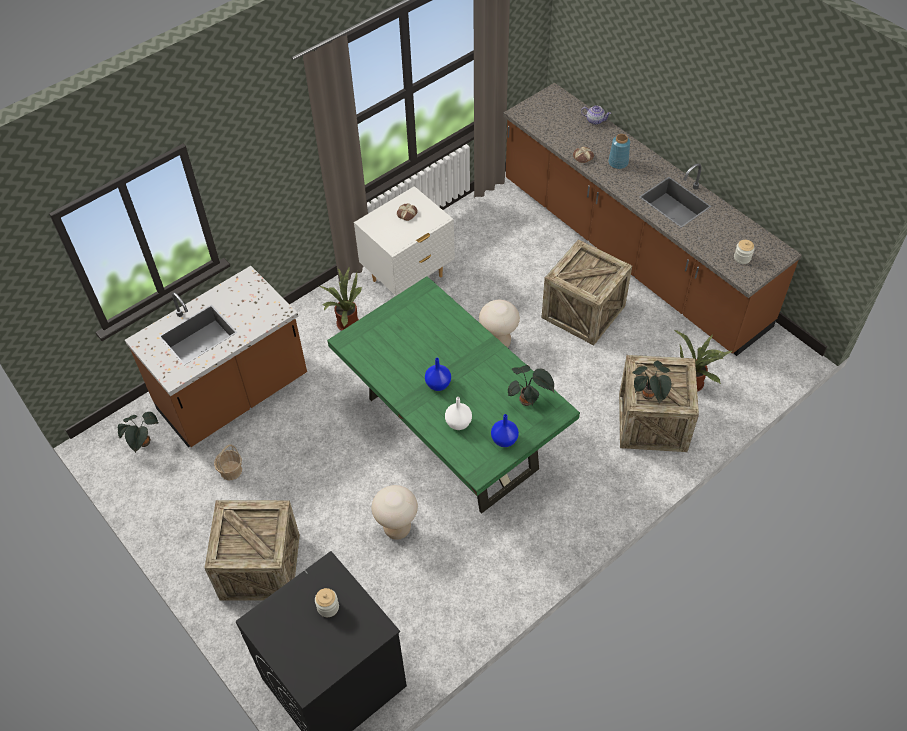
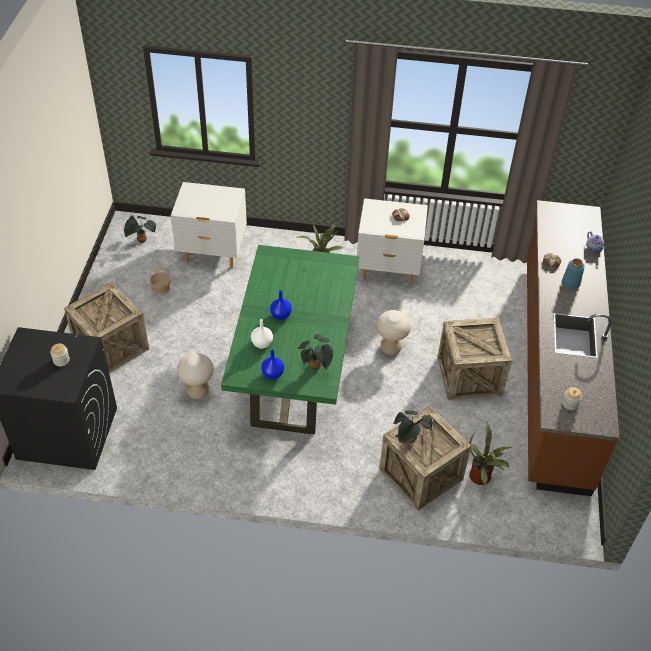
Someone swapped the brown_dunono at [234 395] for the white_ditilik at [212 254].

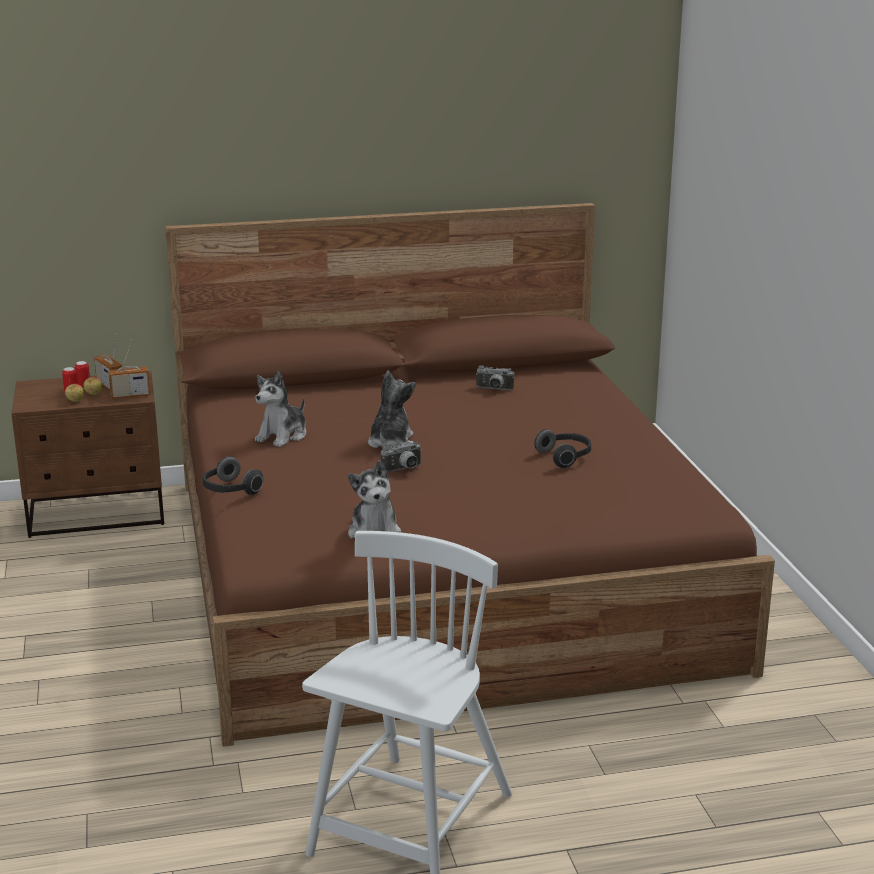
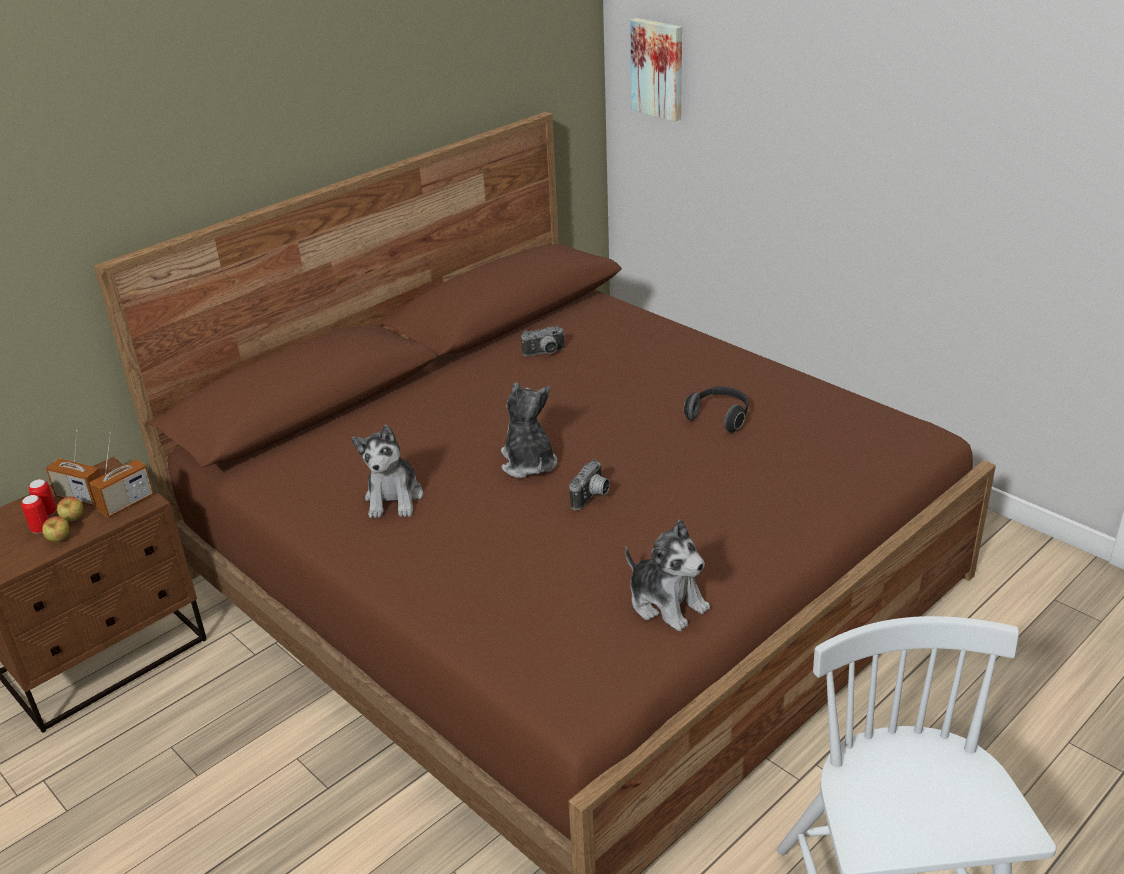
Someone put up the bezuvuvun at [658 68]. Someone took away the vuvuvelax at [230 491].

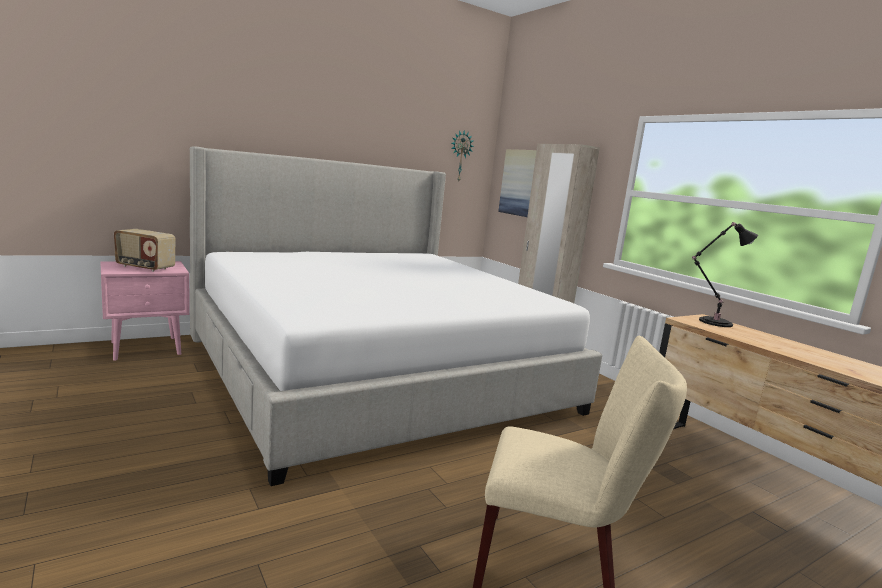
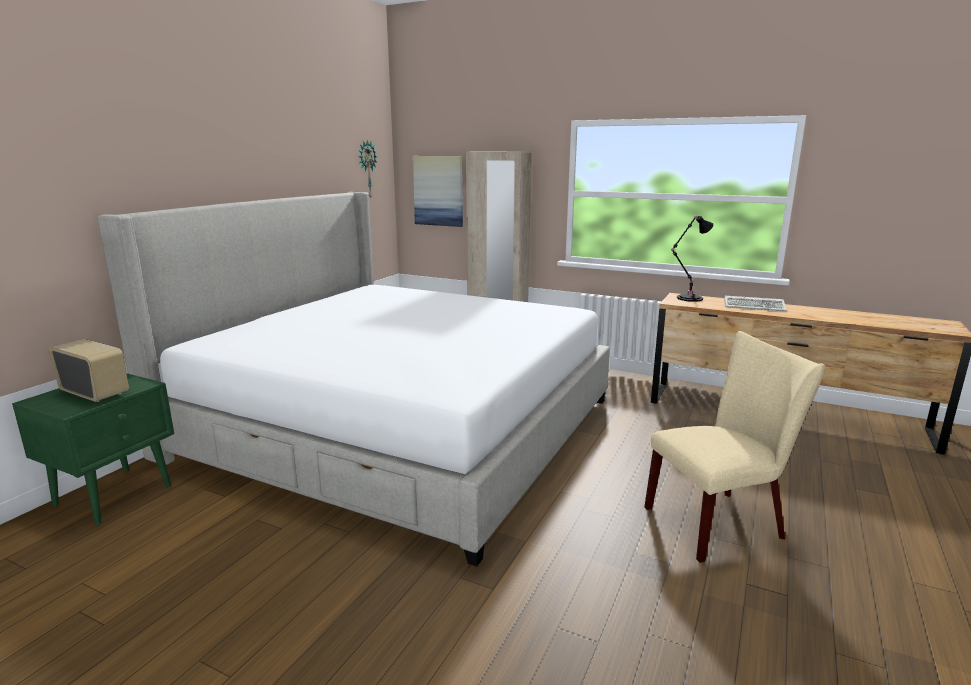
Someone repainted the pink_ditilik at [147 348], which became the green_ditilik at [115 494]. Someone rotated the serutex at [144 267] by 135 degrees counterclockwise. Someone put down the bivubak at [755 306].

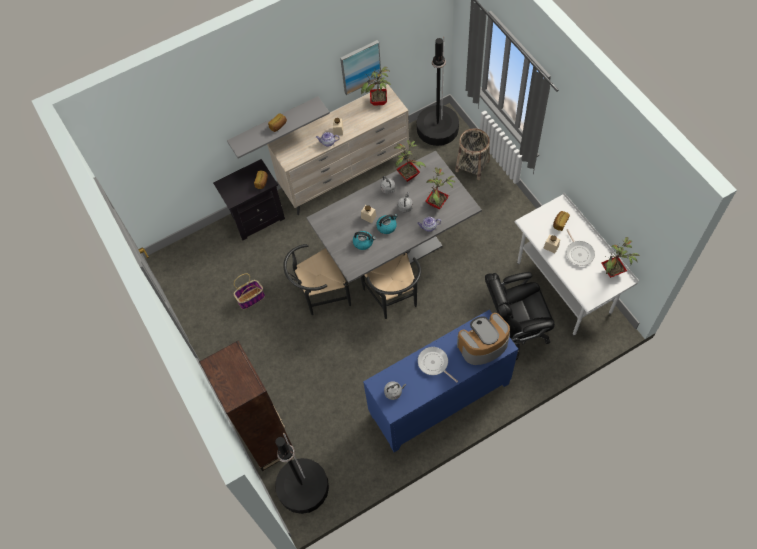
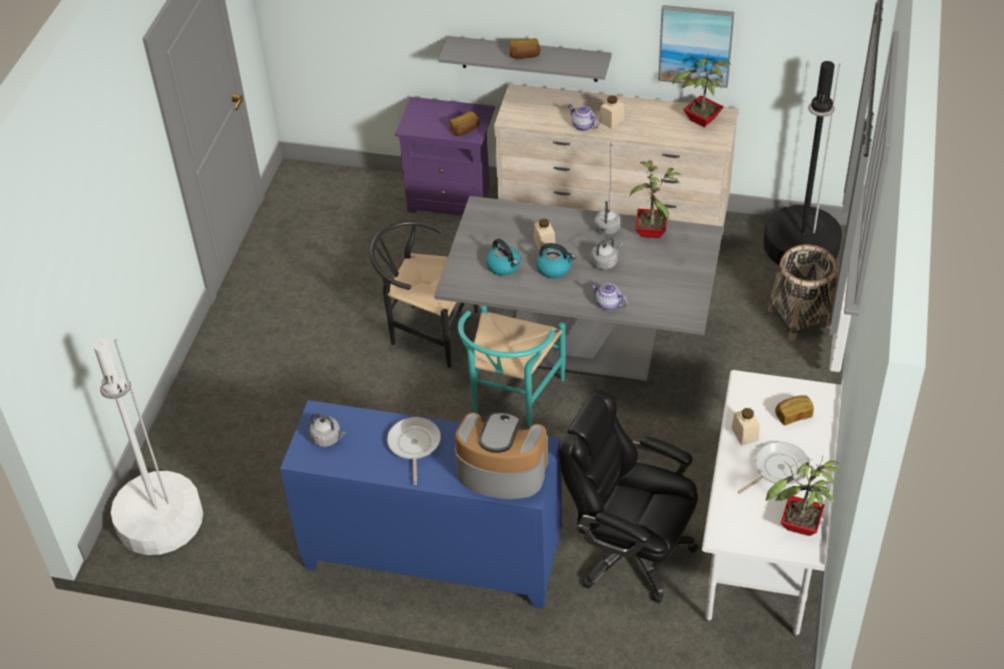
Someone repainted the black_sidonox at [303 487], which became the white_sidonox at [159 520]. Someone repainted the black_ditilik at [257 217], which became the purple_ditilik at [452 199]. Someone repainted the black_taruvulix at [394 299], which became the turquoise_taruvulix at [511 399]. Someone rotated the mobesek at [579 253] by 150 degrees counterclockwise. Someone took away the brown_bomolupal at [266 439]. Someone took away the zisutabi at [251 298]. Someone took away the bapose at [437 204].

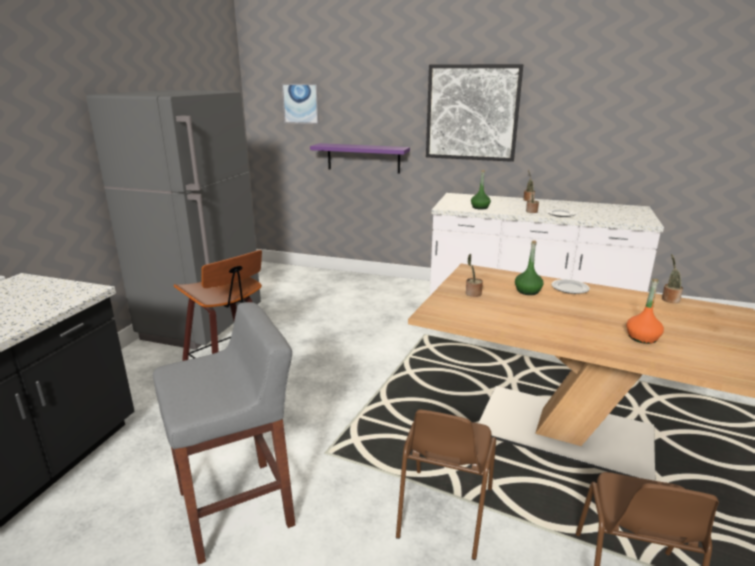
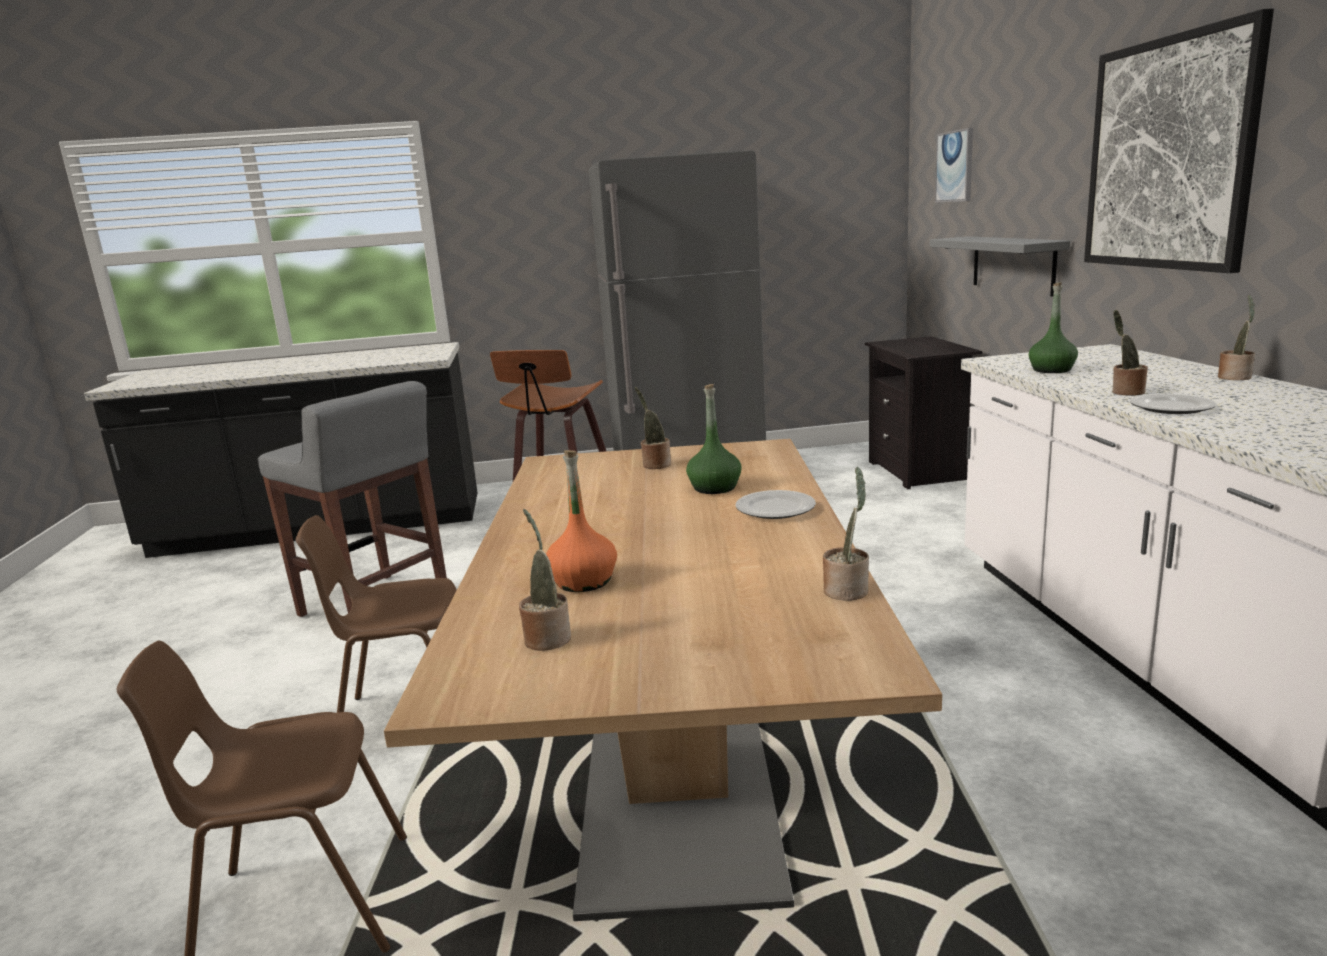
Someone put down the bapose at [547 637]. Someone put down the black_ditilik at [918 471]. Someone repainted the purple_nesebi at [363 158], which became the grey_nesebi at [1012 264].

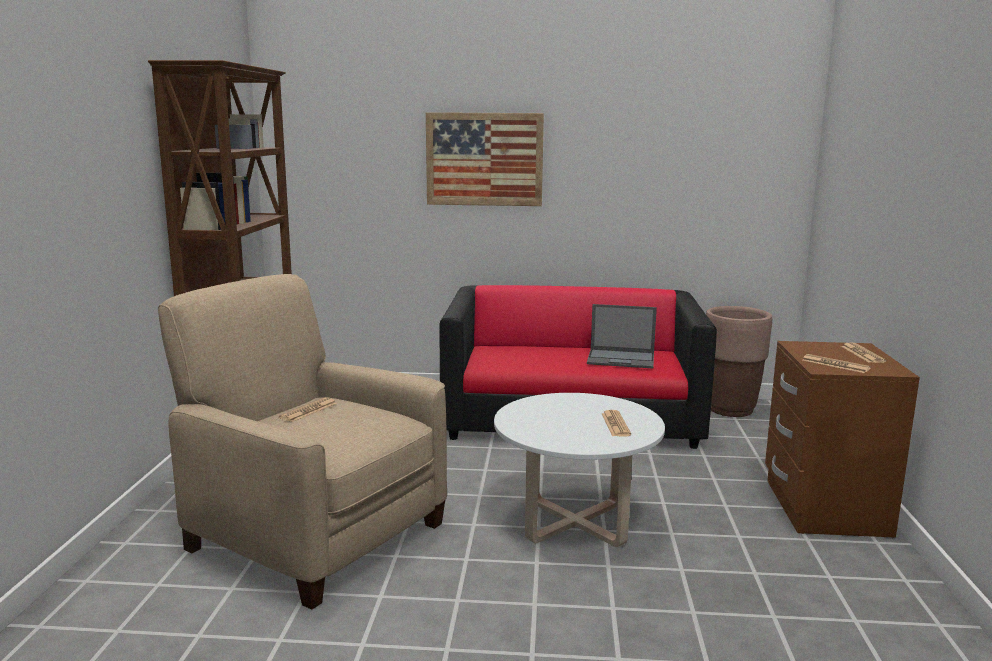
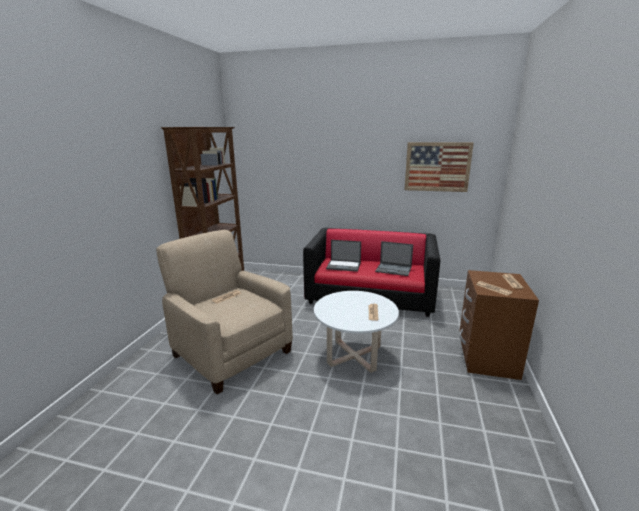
Someone put down the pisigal at [344 266]. Someone carried the bezuvuvun from [484 159] to [437 167]. Someone took away the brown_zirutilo at [730 409].

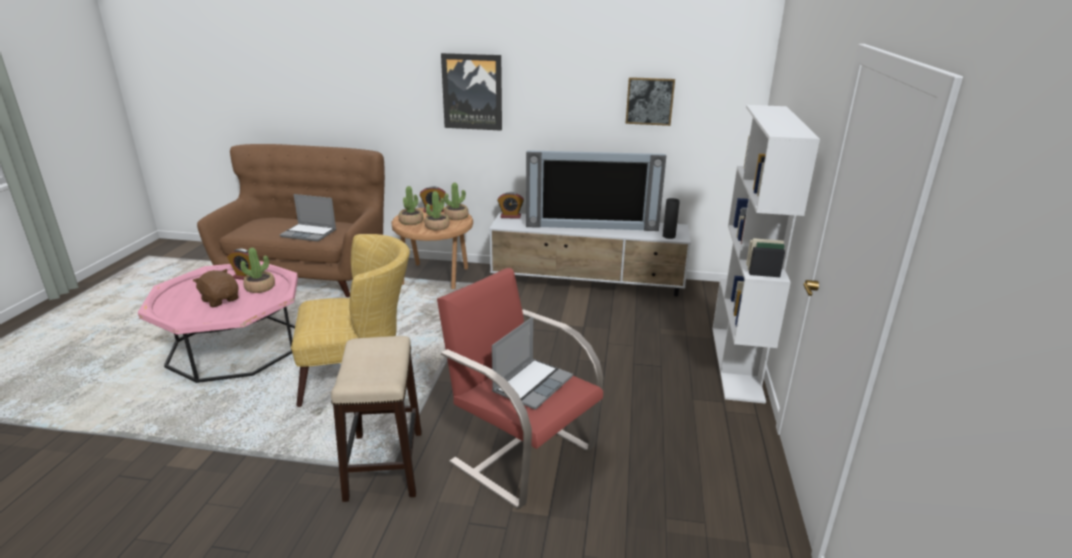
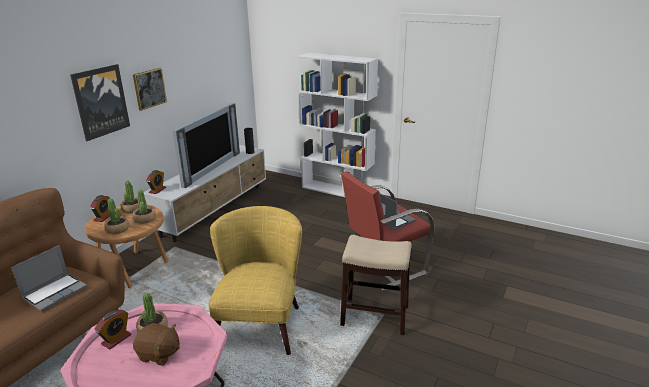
Someone carried the bezuvuvun from [649 101] to [149 88]. Someone rotated the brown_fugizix at [221 300] by 135 degrees counterclockwise.

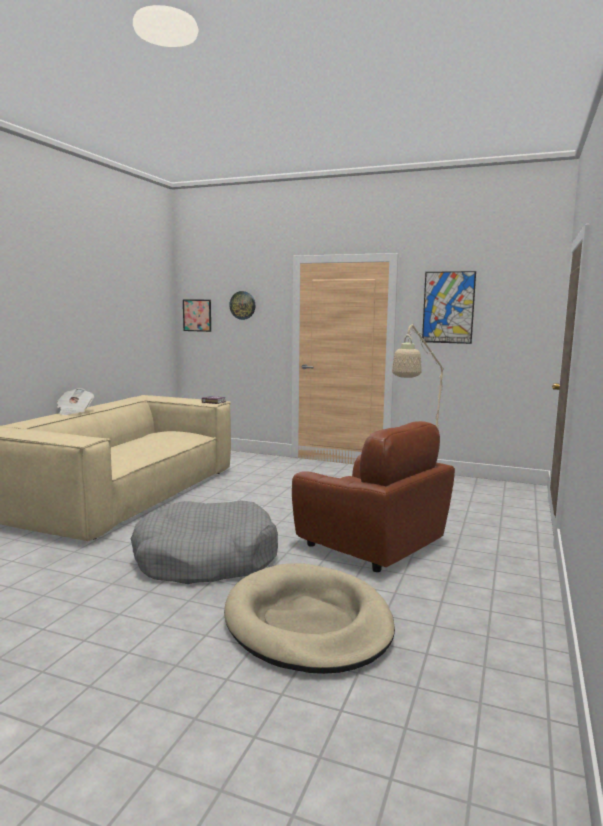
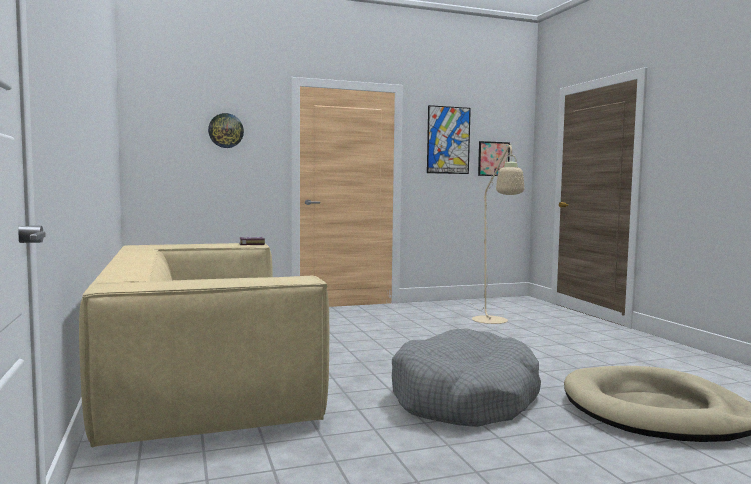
Someone carried the bezuvuvun from [197 315] to [493 159]. Someone took away the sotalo at [74 411]. Someone took away the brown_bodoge at [370 545].

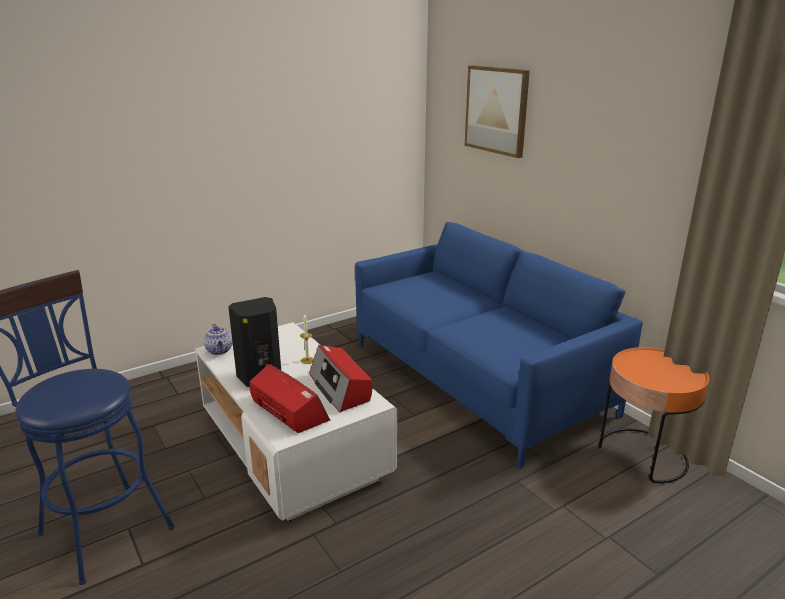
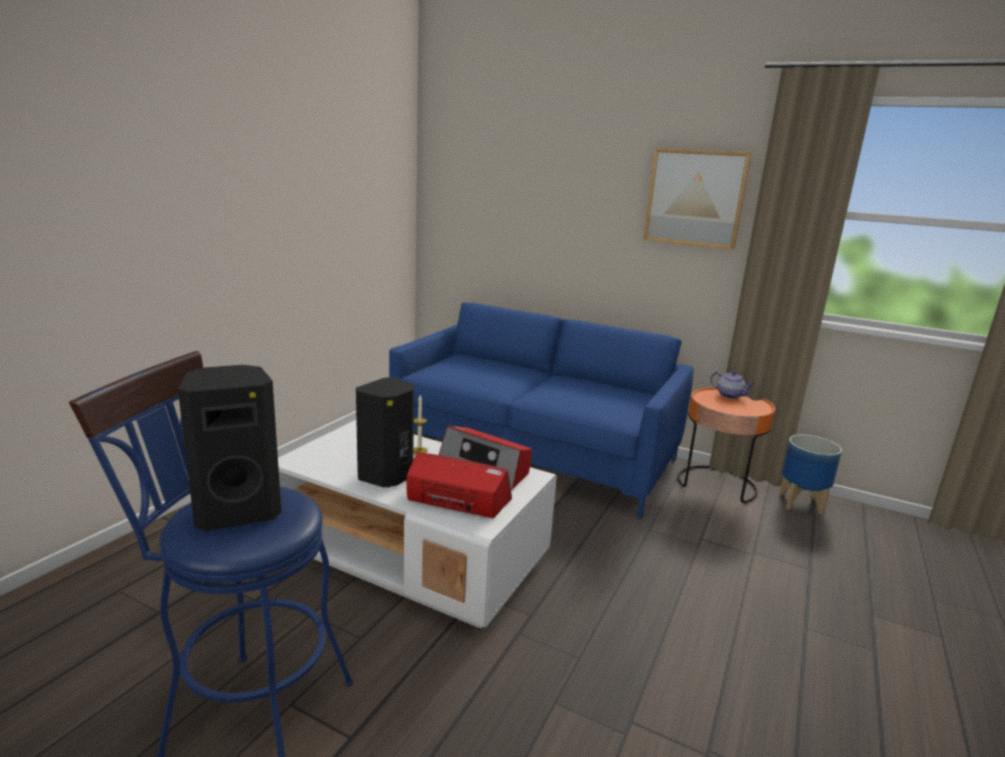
Someone put down the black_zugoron at [238 511]. Someone carried the bezuvuvun from [497 110] to [695 198]. Someone carried the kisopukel from [219 351] to [730 395]. Someone put down the zirutilo at [801 503].

